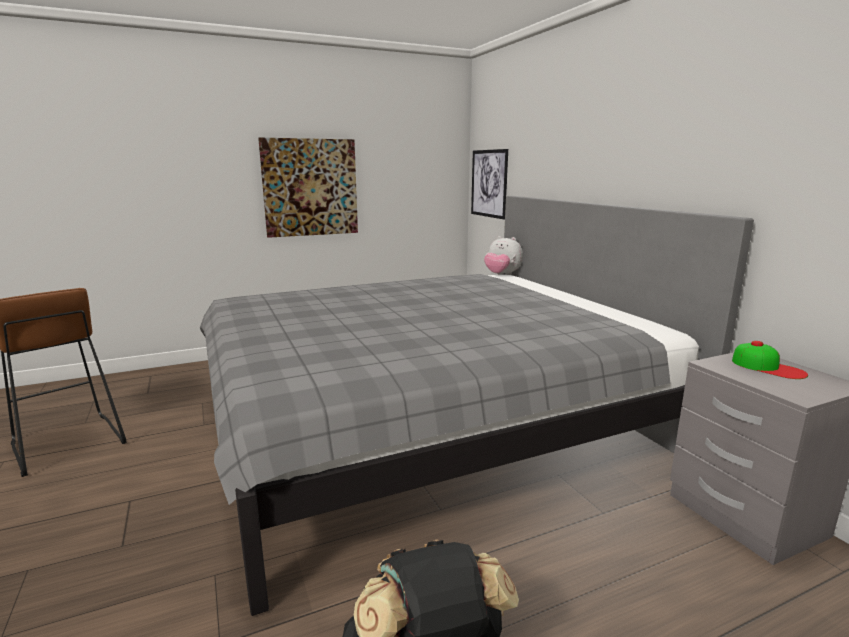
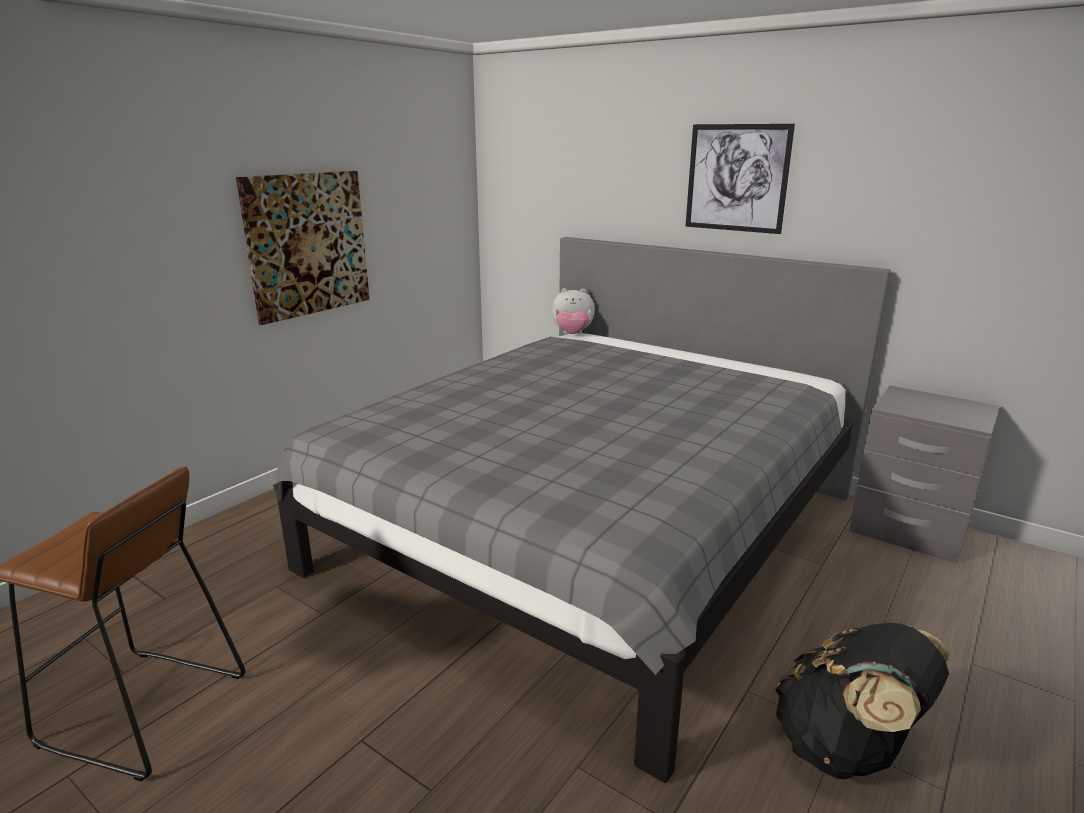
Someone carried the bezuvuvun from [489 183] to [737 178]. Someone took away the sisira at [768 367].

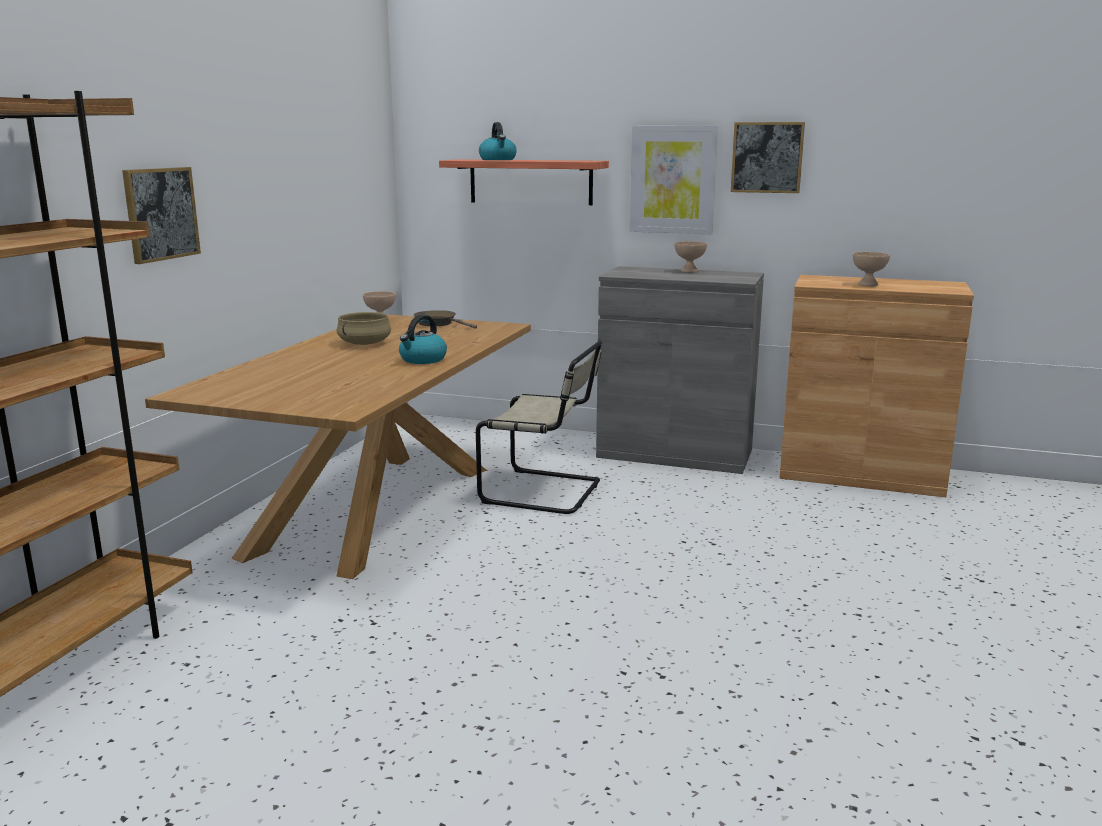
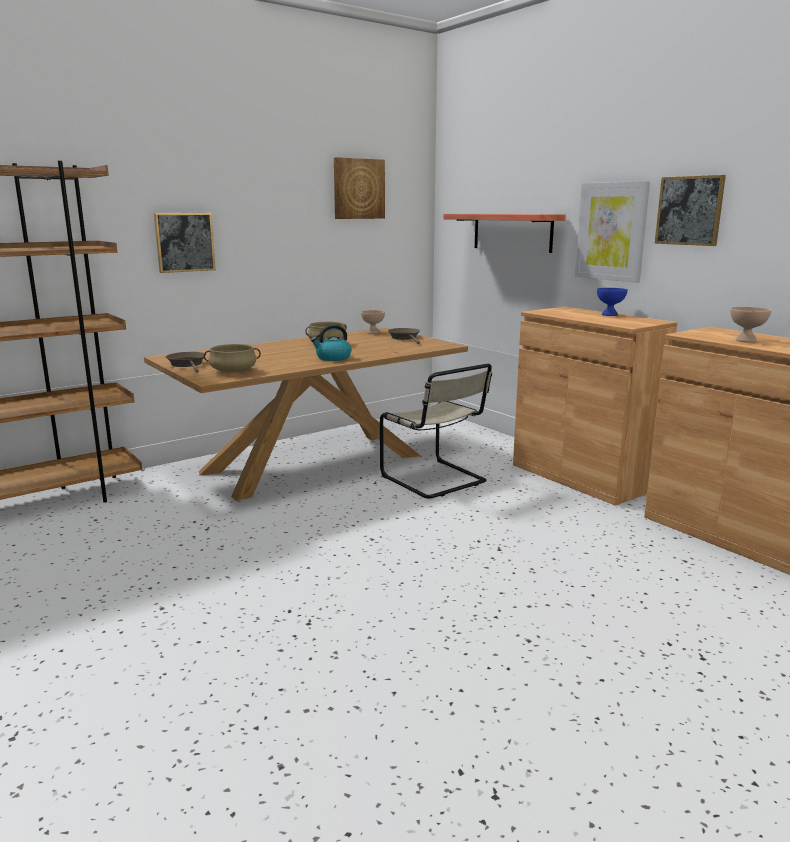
Someone put down the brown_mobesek at [188 364]. Someone put down the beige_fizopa at [233 371]. Someone put up the bezuvuvun at [358 189]. Someone repainted the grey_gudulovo at [674 454], which became the brown_gudulovo at [581 476]. Someone repainted the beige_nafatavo at [690 271], which became the blue_nafatavo at [610 315]. Someone took away the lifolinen at [498 160].

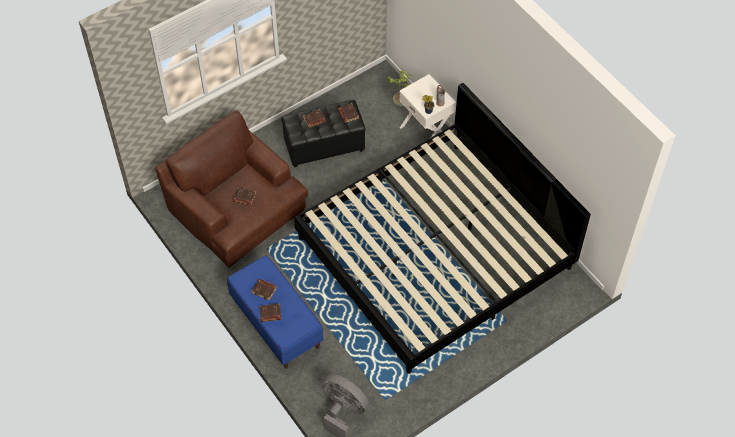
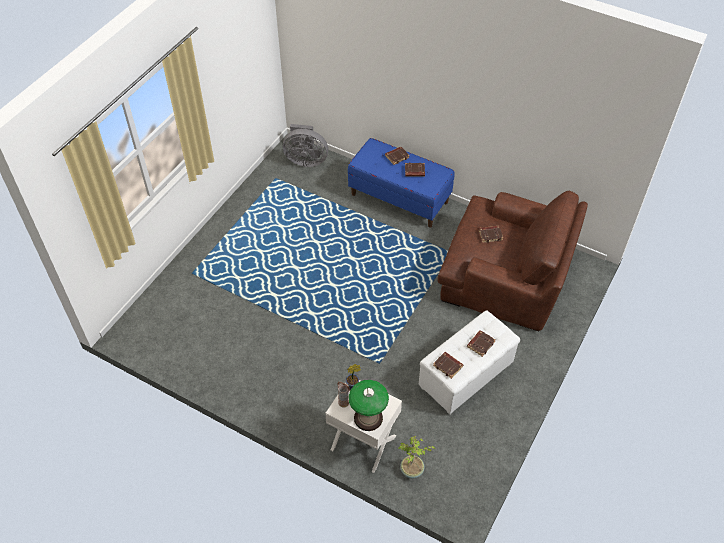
Someone put down the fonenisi at [368 417]. Someone repainted the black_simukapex at [324 146], which became the white_simukapex at [466 376]. Someone took away the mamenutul at [435 253].

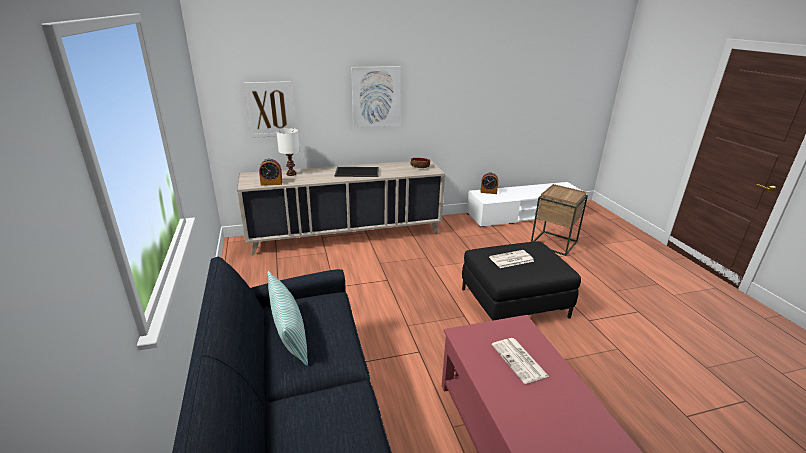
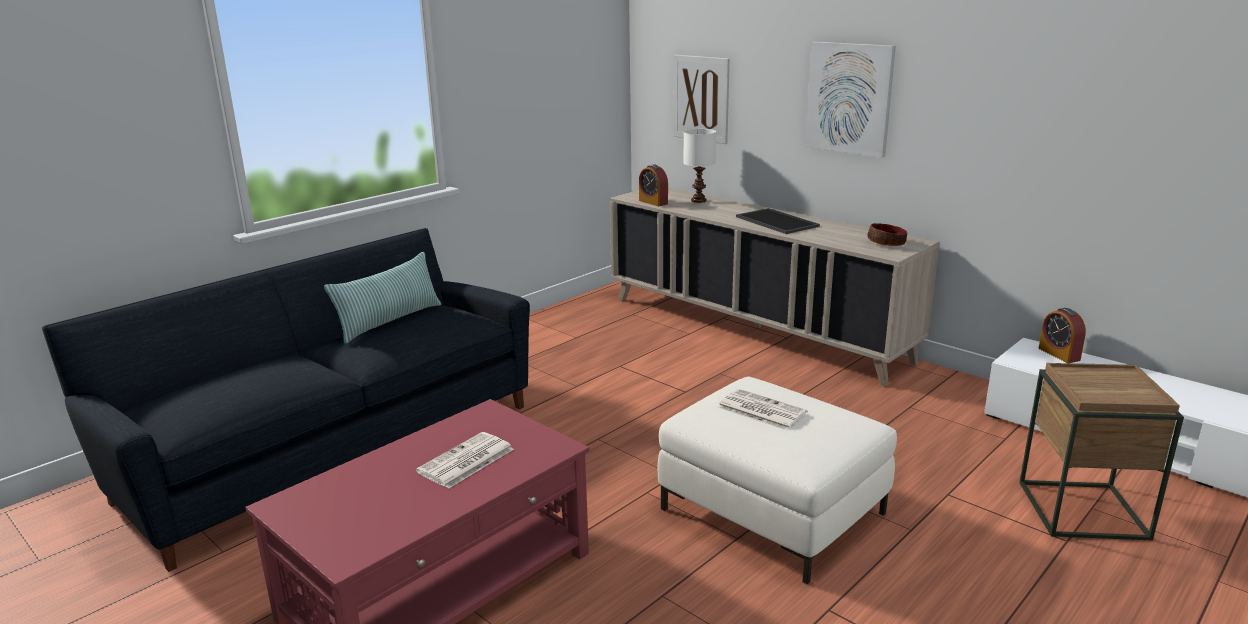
Someone repainted the black_simukapex at [514 303], which became the white_simukapex at [773 511].

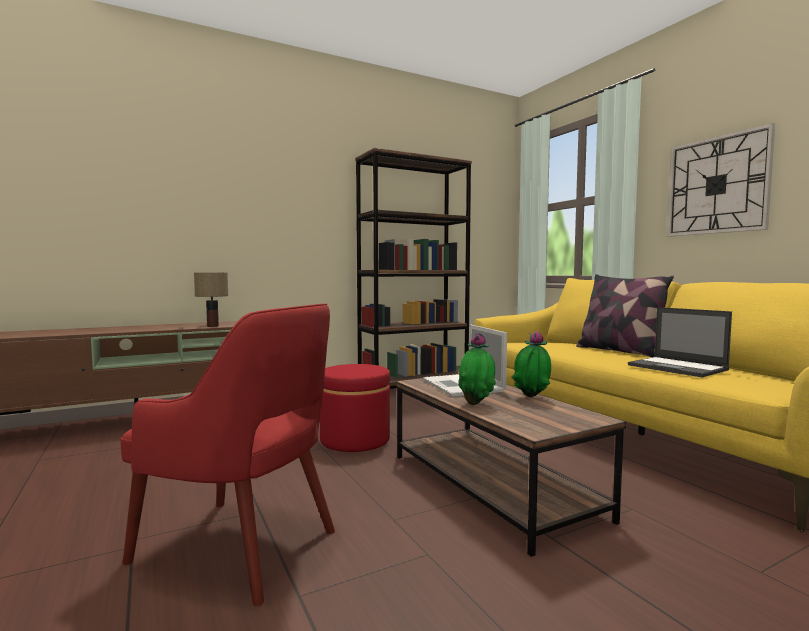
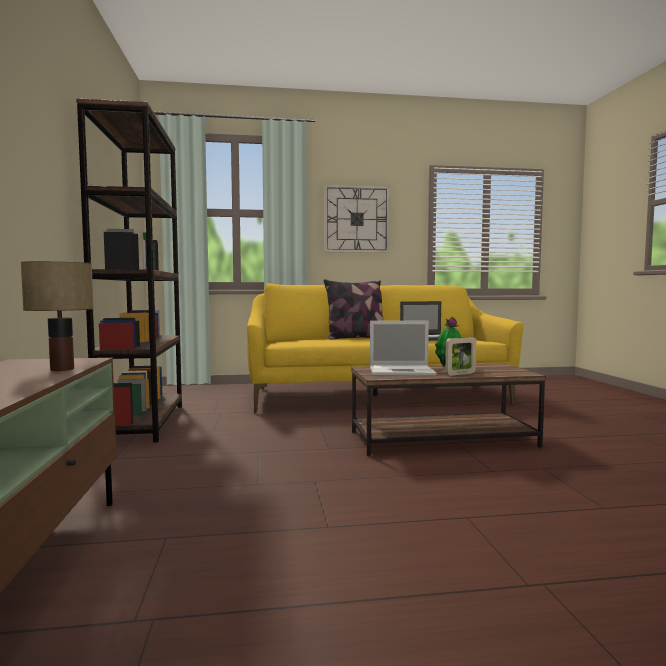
Someone swapped the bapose at [477 404] for the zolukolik at [460 374]. Someone took away the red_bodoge at [240 547]. Someone took away the red_simukapex at [355 440].

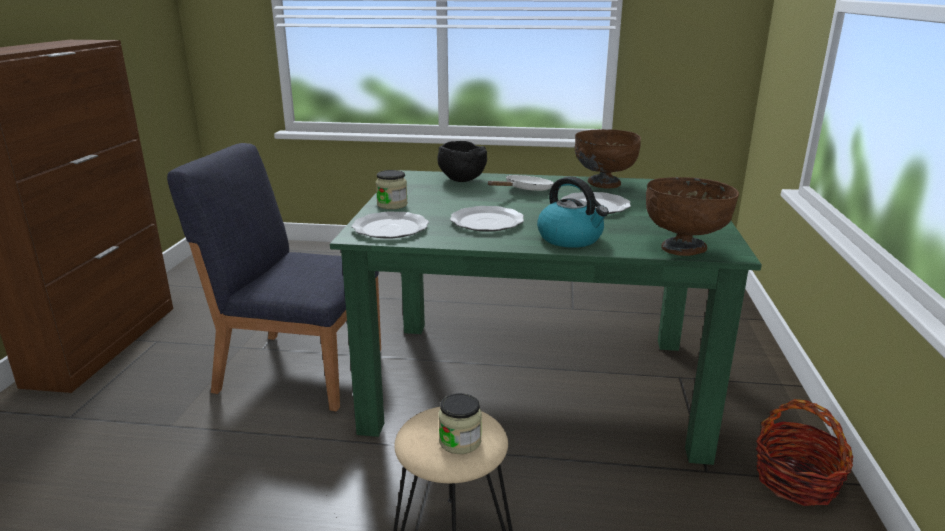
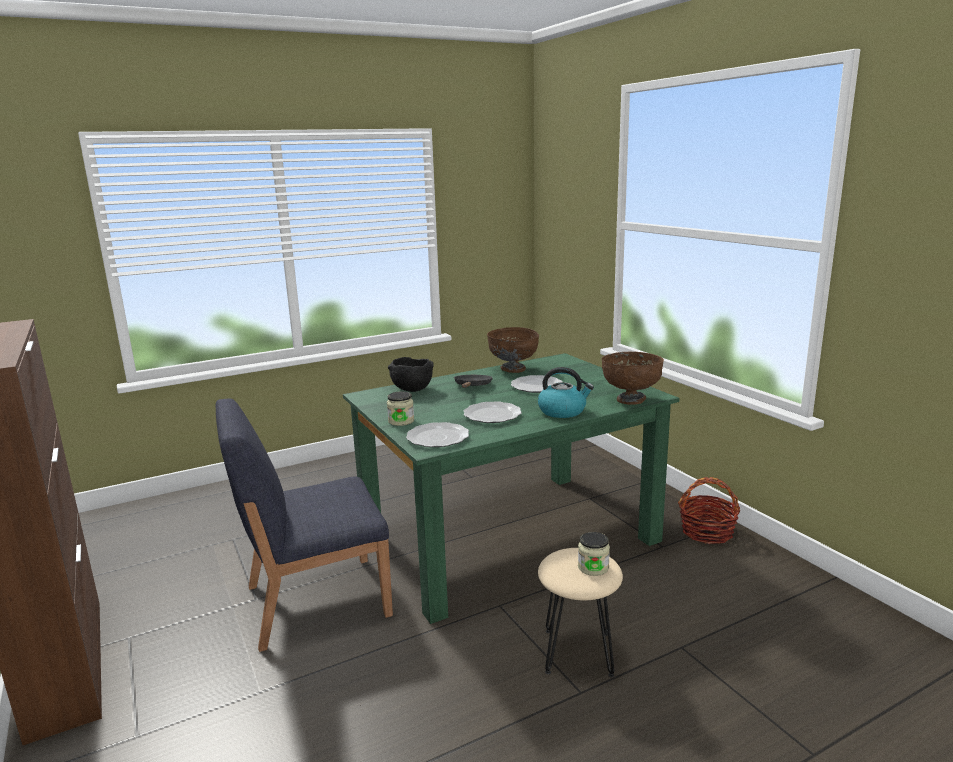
Someone repainted the white_mobesek at [525 190], which became the black_mobesek at [472 386].

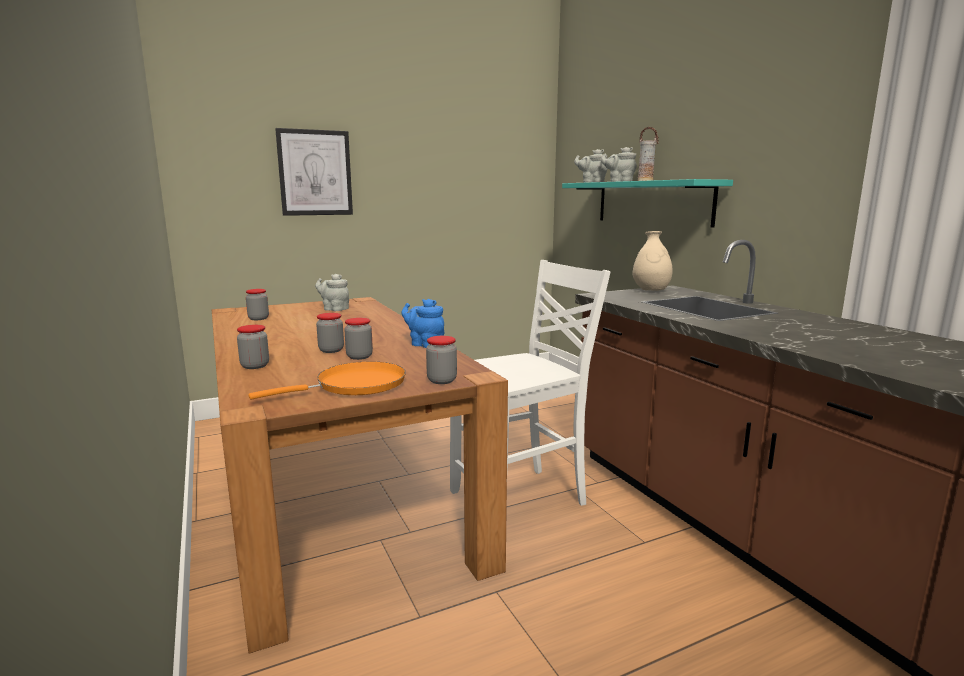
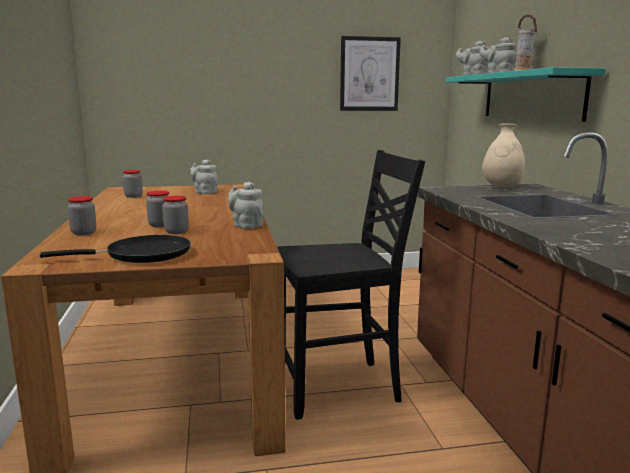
Someone repainted the orange_mobesek at [355 385], which became the black_mobesek at [142 254]. Someone repainted the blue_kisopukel at [424 344], which became the grey_kisopukel at [246 225]. Someone repainted the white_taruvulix at [521 499], which became the black_taruvulix at [339 387]. Someone carried the bezuvuvun from [315 173] to [369 74]. Someone took away the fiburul at [442 380].

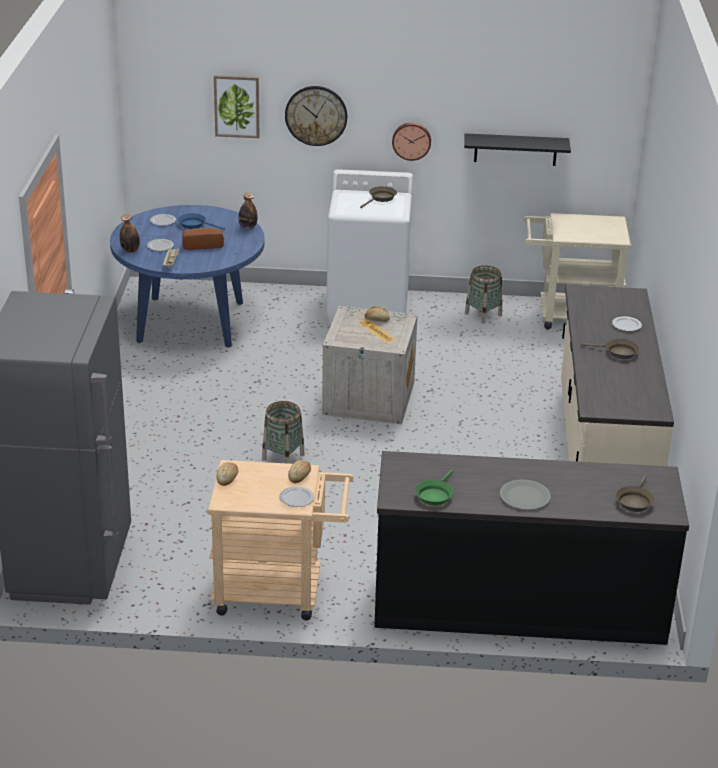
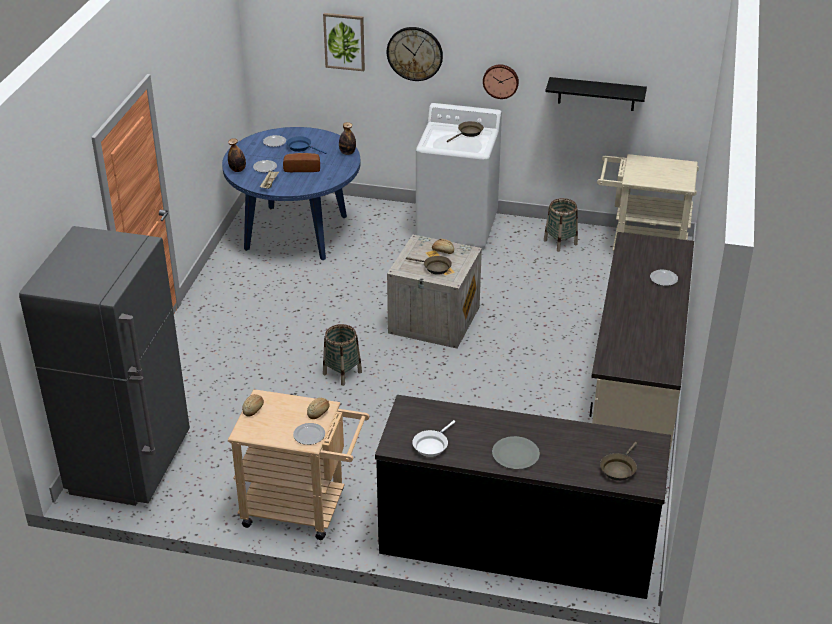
Someone carried the brown_mobesek from [618 352] to [434 268]. Someone repainted the green_mobesek at [435 495], which became the white_mobesek at [431 445].

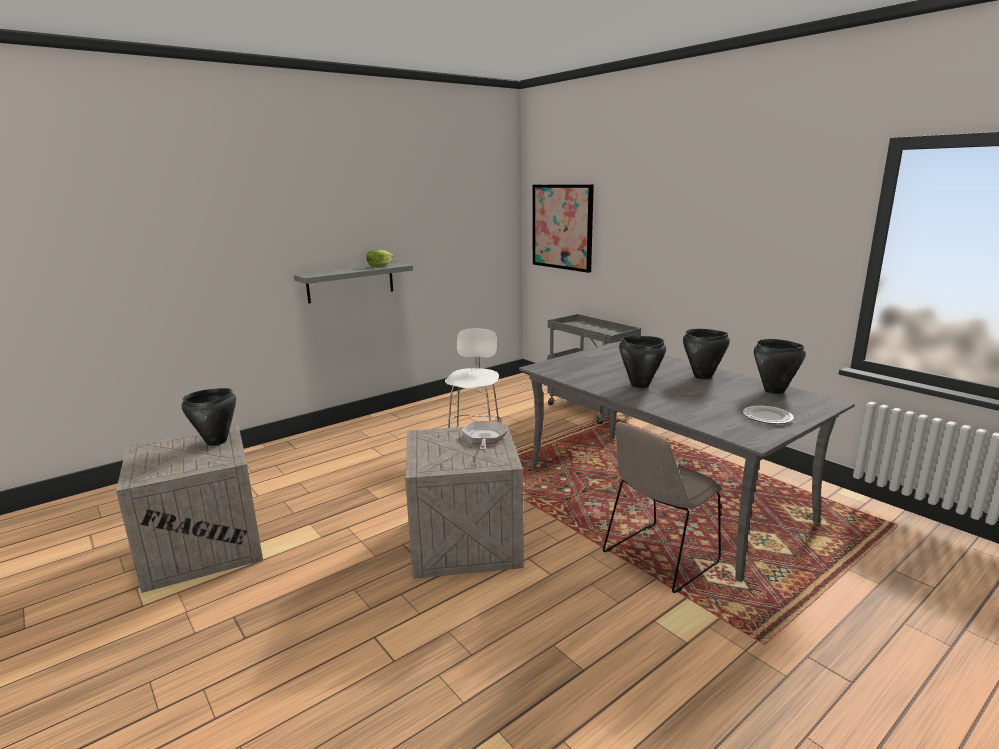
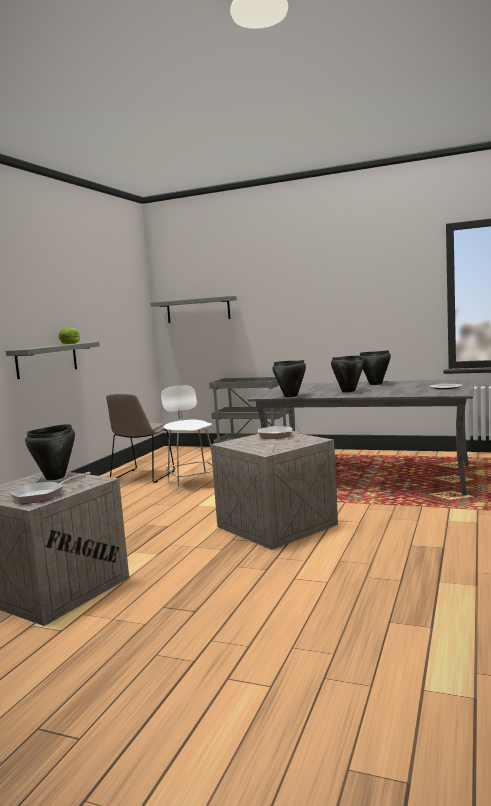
Someone put down the mobesek at [42 495]. Someone carried the beige_taruvulix from [658 558] to [142 477]. Someone swapped the bezuvuvun at [562 227] for the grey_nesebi at [198 310]. Someone carried the black_fizopa from [774 391] to [291 396].

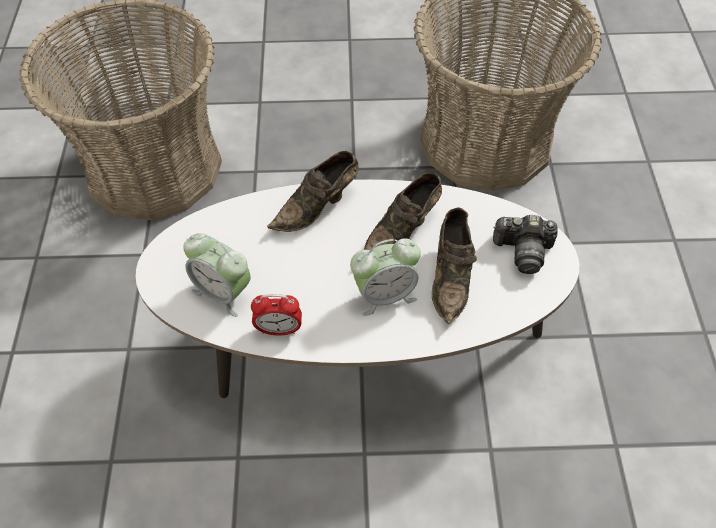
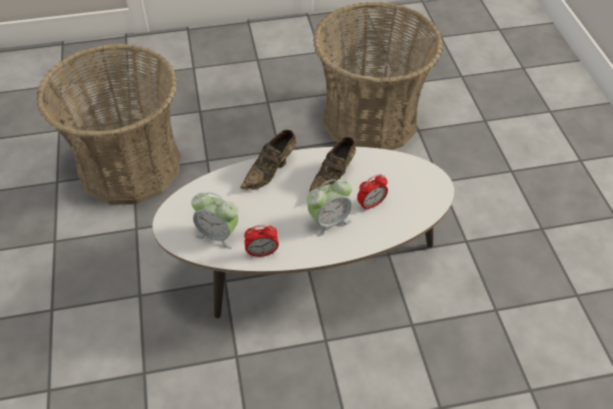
Someone swapped the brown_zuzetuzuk at [451 277] for the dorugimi at [371 204]. Someone took away the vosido at [523 251].

